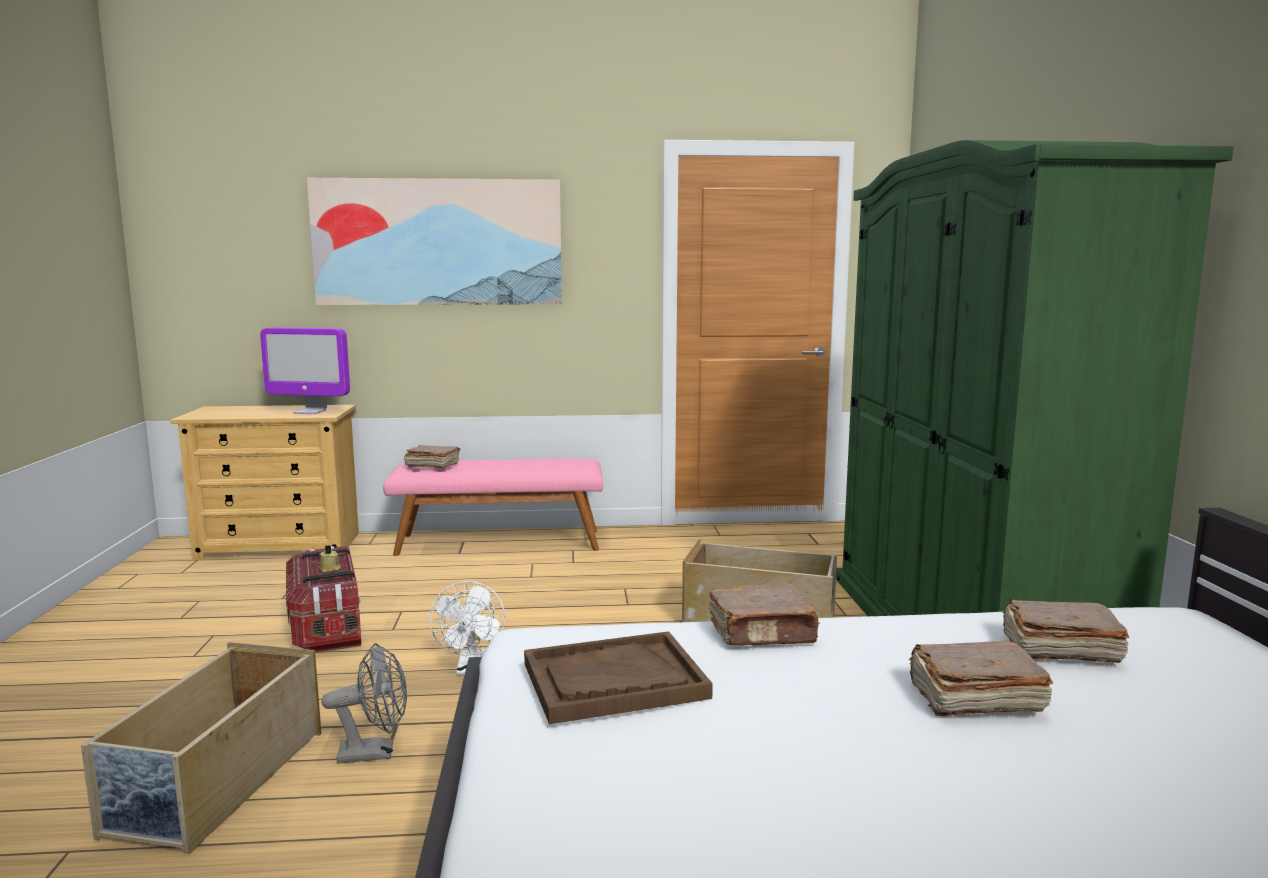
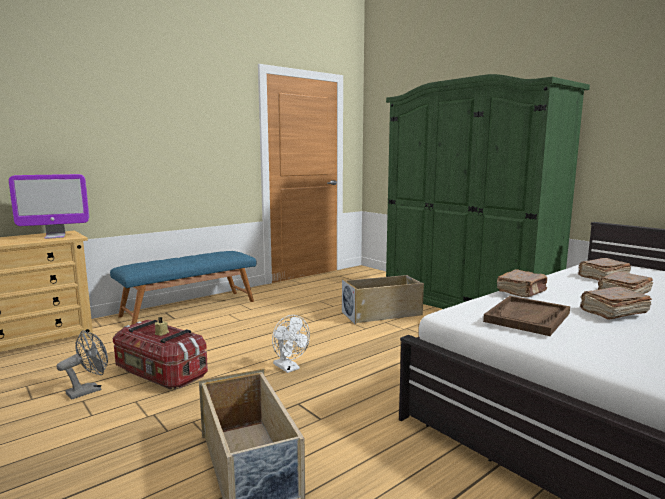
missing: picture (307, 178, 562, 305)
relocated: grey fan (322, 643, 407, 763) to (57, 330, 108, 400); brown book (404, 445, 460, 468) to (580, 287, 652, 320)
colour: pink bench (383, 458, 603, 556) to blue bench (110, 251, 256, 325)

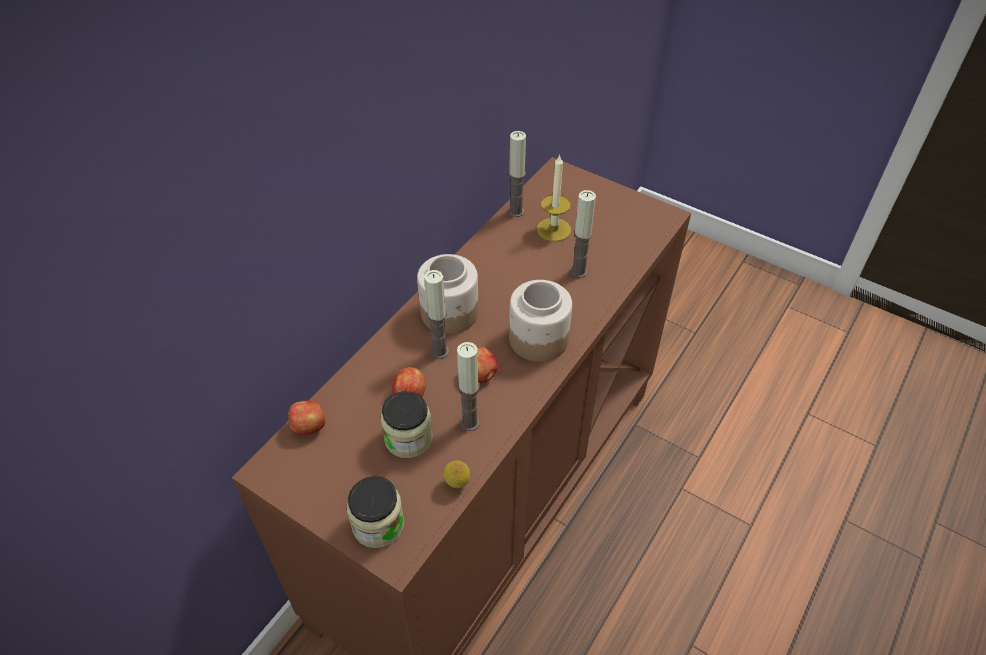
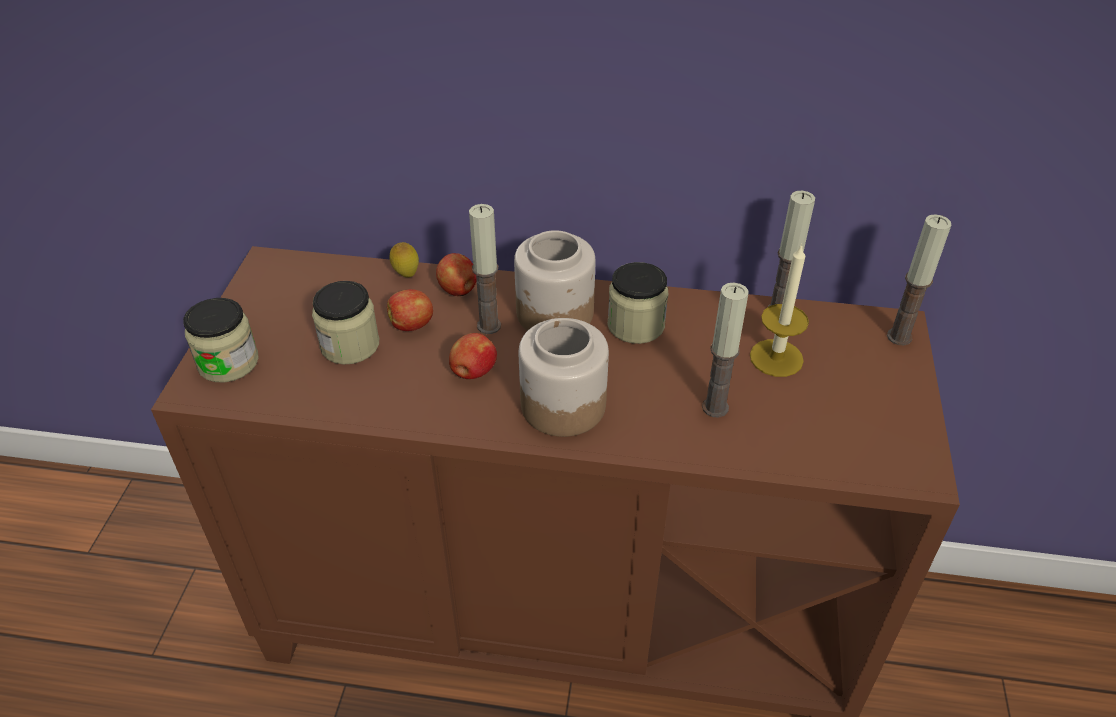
appeared: jar (608, 262, 668, 344)
relocated: apple (288, 401, 325, 435) to (436, 253, 477, 296); lemon (444, 461, 470, 488) to (389, 242, 419, 277); candle (457, 342, 480, 431) to (887, 214, 951, 345)

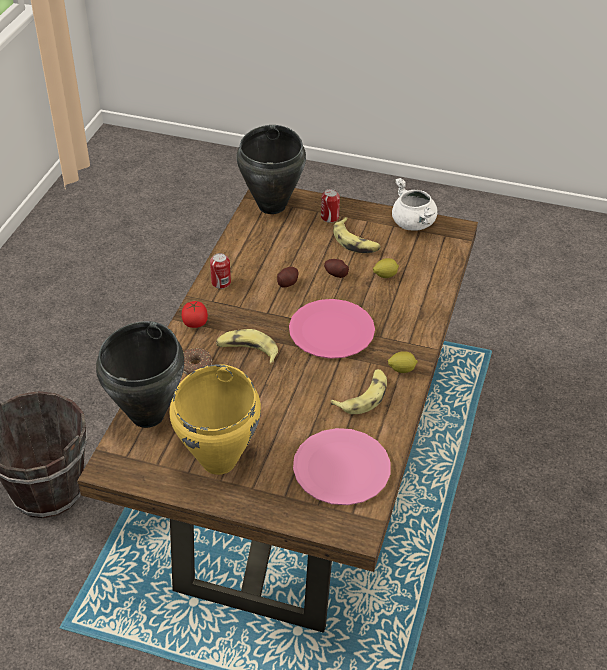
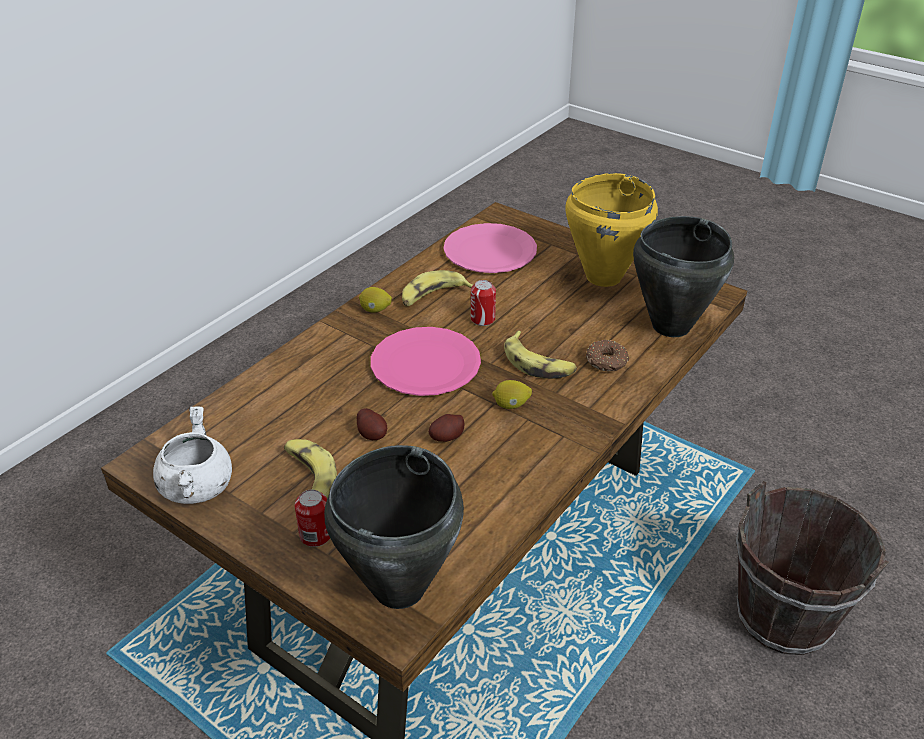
missing: tomato (182, 301, 208, 328)
relocated: can (210, 253, 231, 289) to (471, 280, 496, 326); lemon (373, 258, 399, 278) to (492, 380, 532, 409)

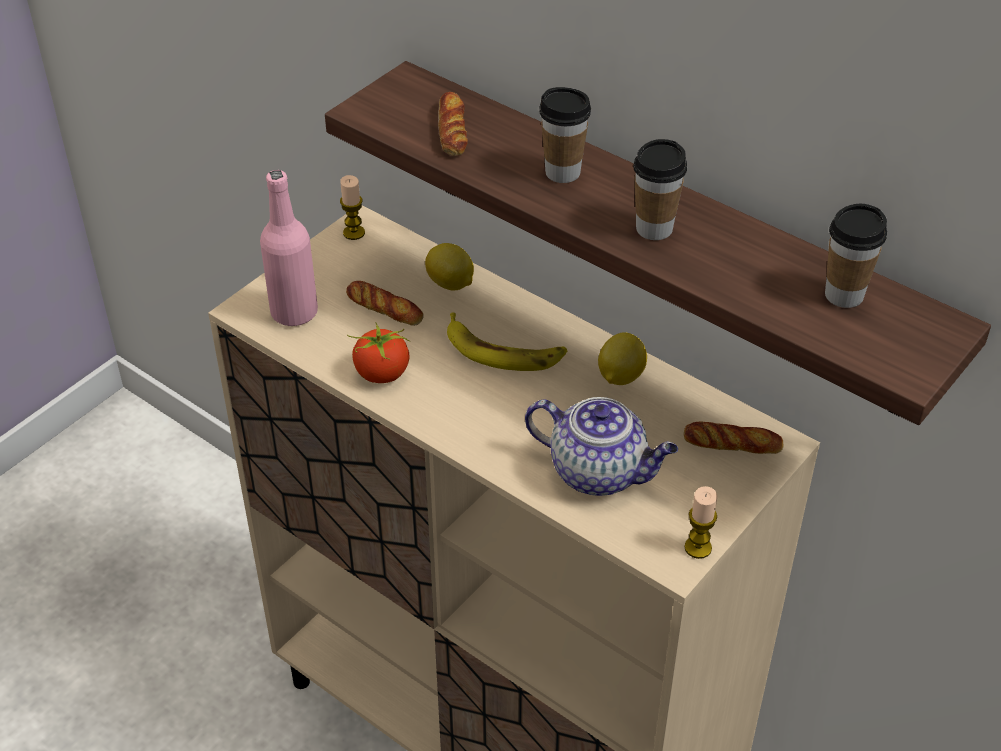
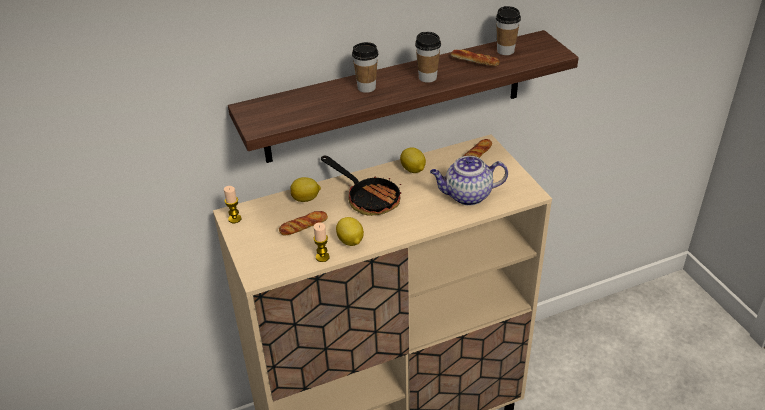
missing: pink bottle (260, 170, 318, 327)
relocated: bread (438, 92, 468, 155) to (451, 50, 500, 66); candle (684, 486, 718, 559) to (313, 222, 330, 262)
exchanged: tomato (347, 323, 410, 383) to lemon (336, 217, 364, 246); banana (447, 313, 567, 371) to frying pan (321, 156, 401, 216)
spun: teapot (525, 397, 678, 496) = (430, 156, 508, 206) 150 degrees counterclockwise

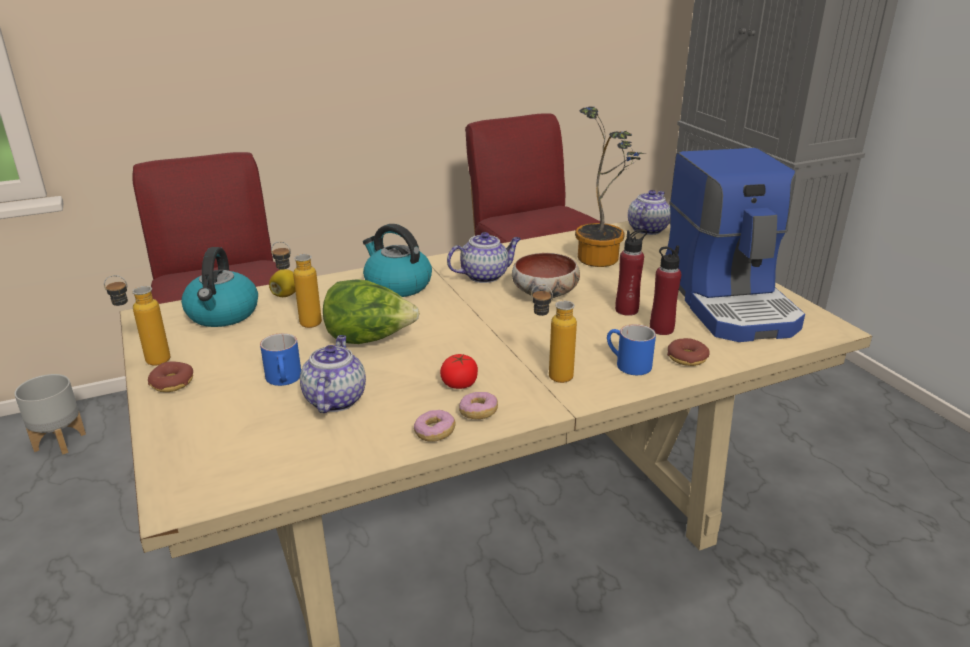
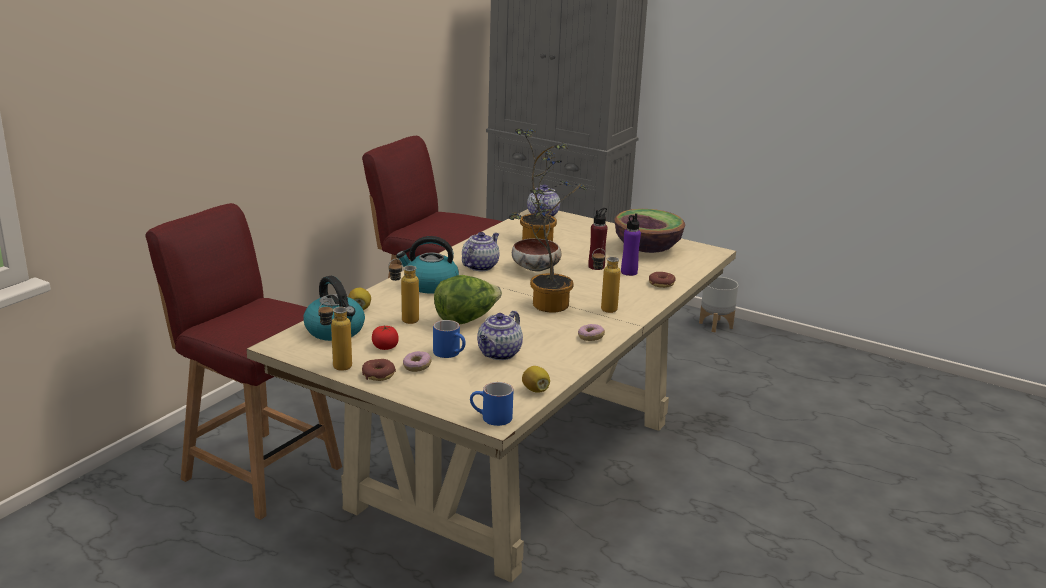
appeared: potted plant (508, 181, 588, 313); lemon (522, 366, 550, 393)
relocated: grey planter (14, 374, 86, 455) to (699, 277, 738, 332); donut (414, 410, 455, 442) to (403, 351, 432, 372); tomato (440, 354, 478, 389) to (372, 325, 399, 350); blue mug (607, 324, 656, 375) to (470, 382, 513, 426)
exchanged: coffee machine (665, 148, 805, 342) to bowl (615, 209, 685, 253)
colour: red bottle (650, 245, 681, 335) to purple bottle (621, 213, 641, 276)
spun: teapot (300, 335, 366, 413) = (477, 311, 523, 360) 120 degrees counterclockwise

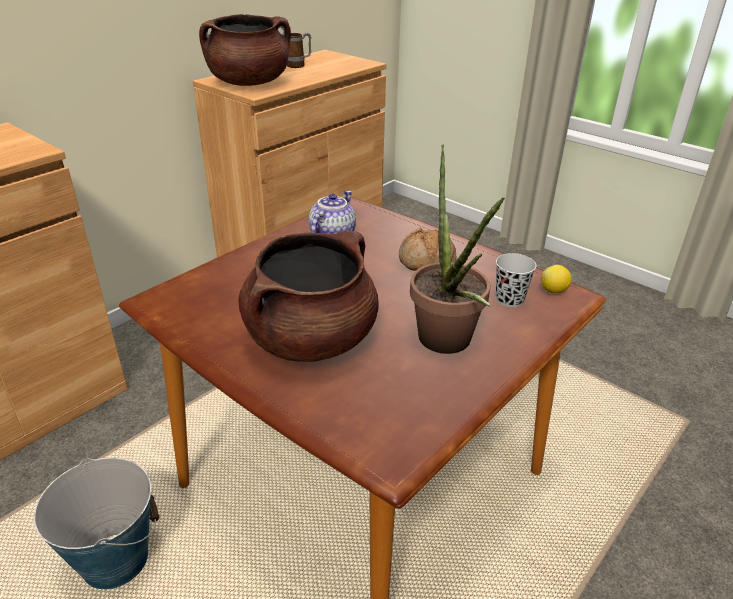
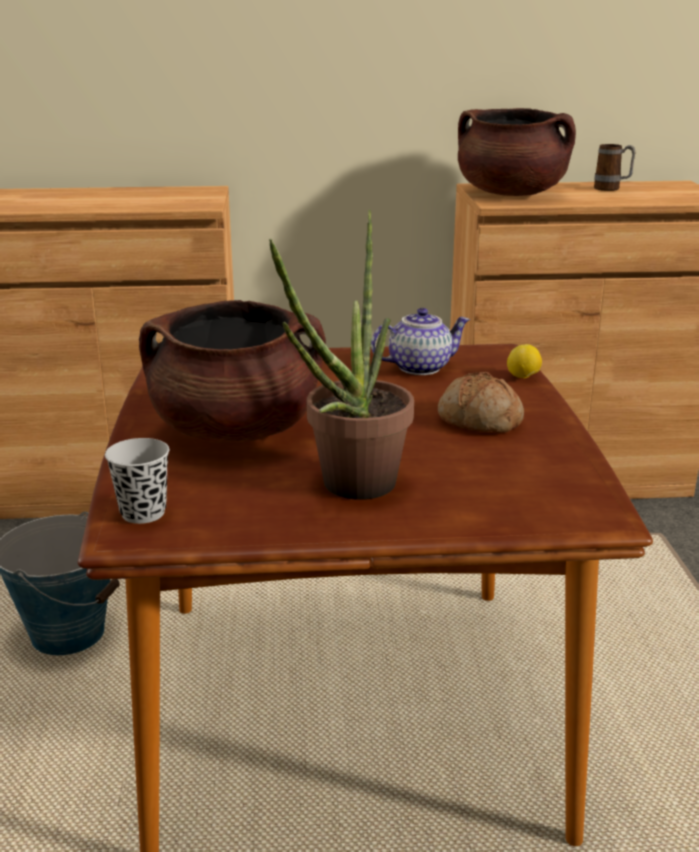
relocated: black cup (496, 253, 536, 307) to (105, 438, 169, 524); lemon (541, 265, 572, 293) to (507, 344, 542, 378)

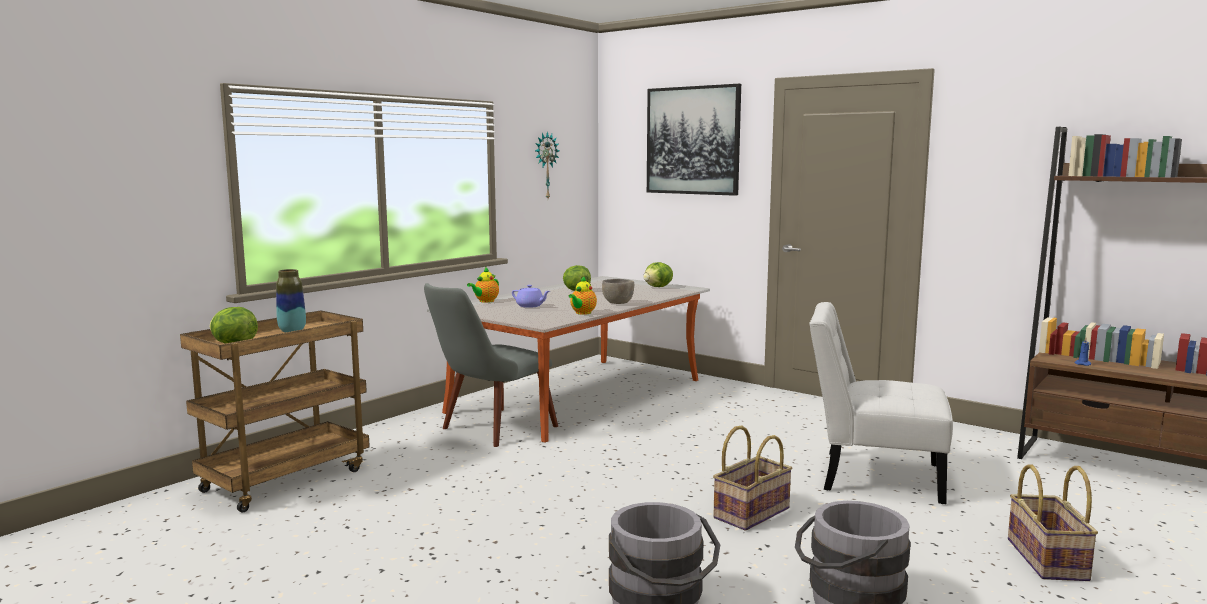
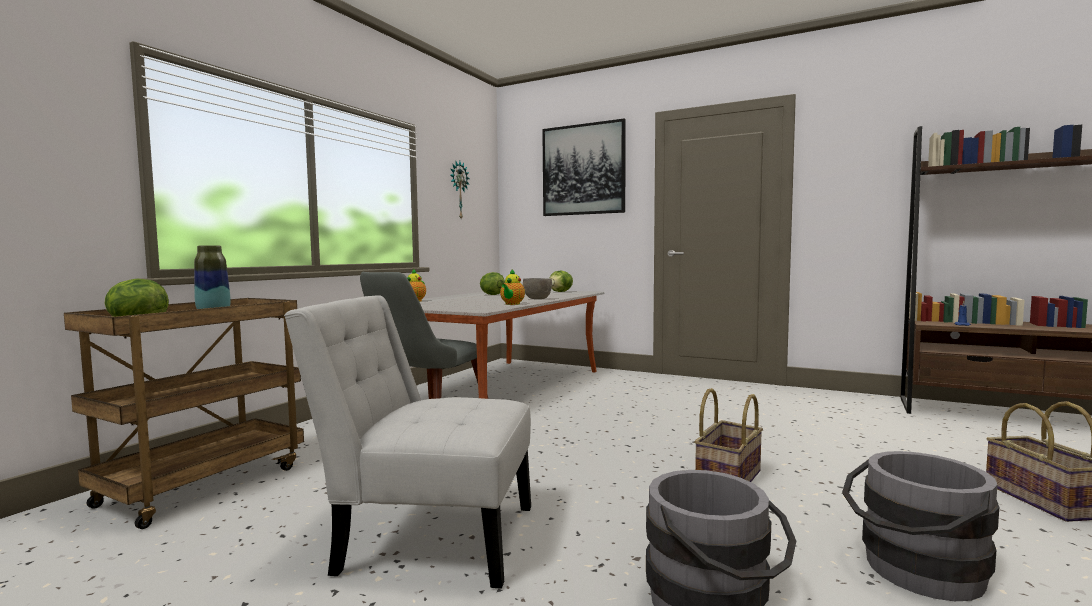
missing: purple teapot (512, 285, 550, 308)
relocated: white chair (809, 302, 953, 504) to (284, 295, 531, 589)

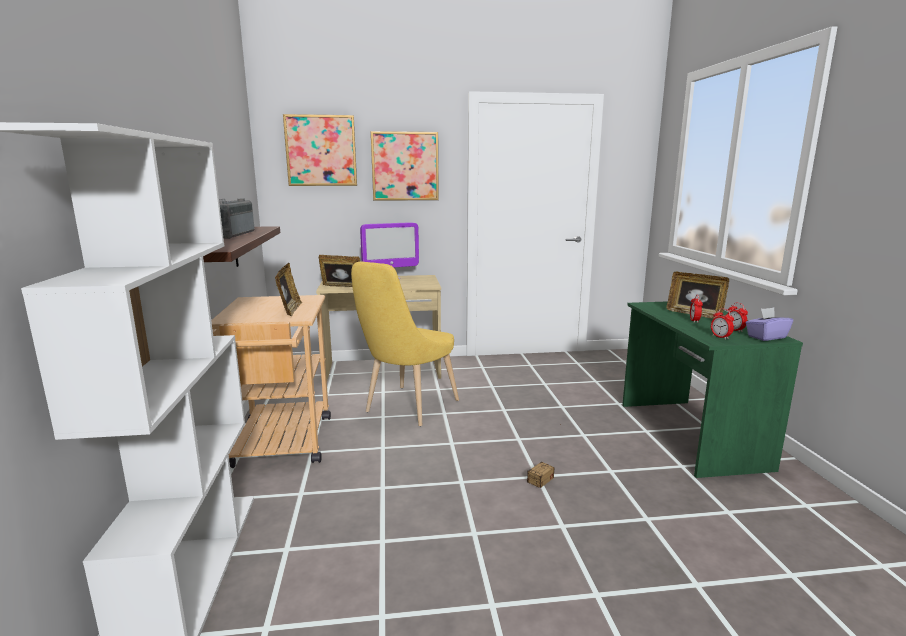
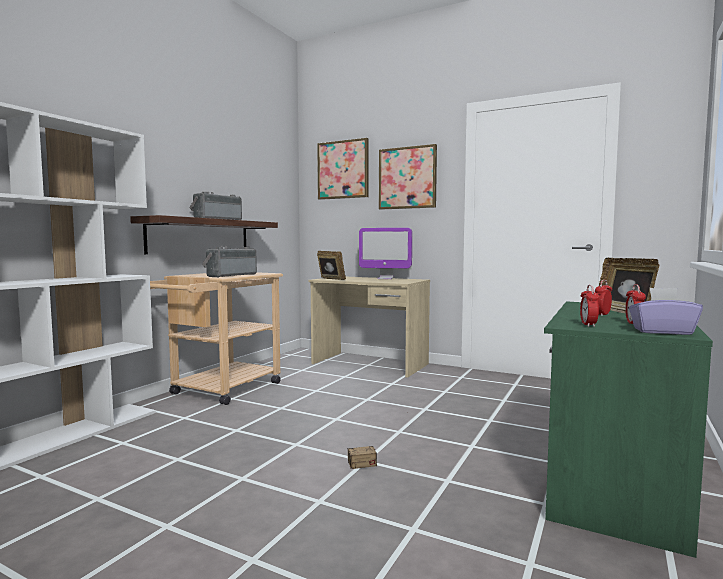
missing: yellow chair (351, 262, 459, 426)
exchanged: picture frame (275, 263, 302, 316) to radio (202, 246, 257, 277)

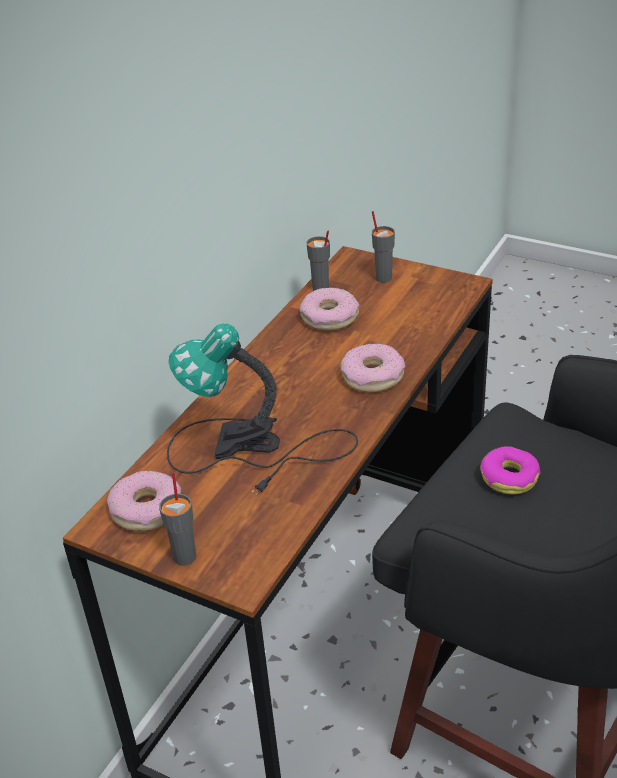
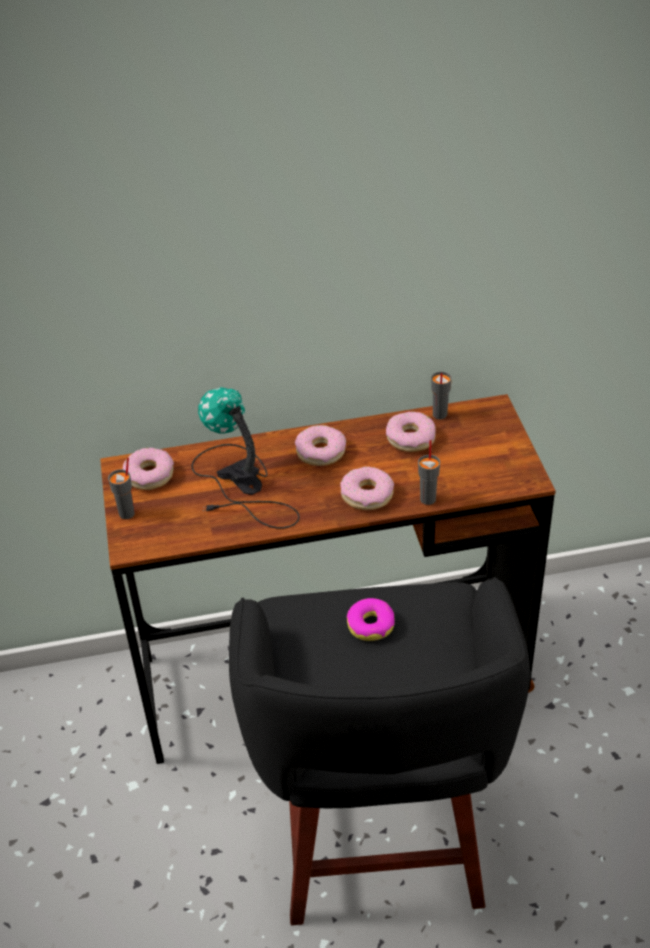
appeared: donut (295, 425, 346, 466)
relocated: grey cup (372, 211, 395, 283) to (418, 440, 440, 505)

